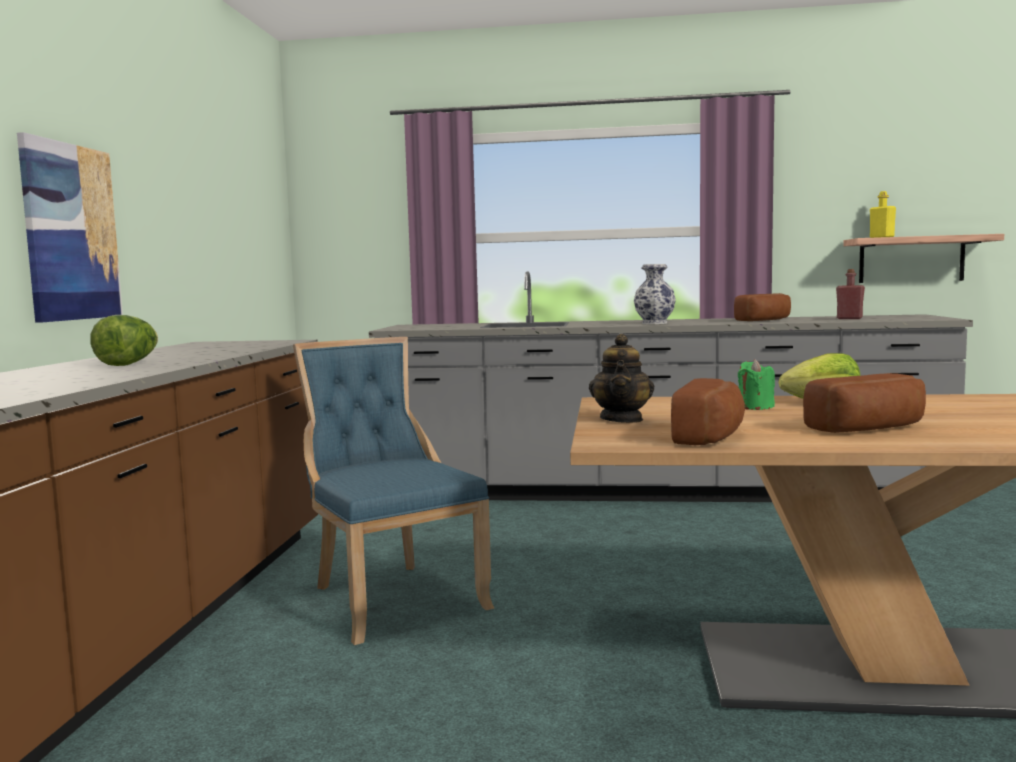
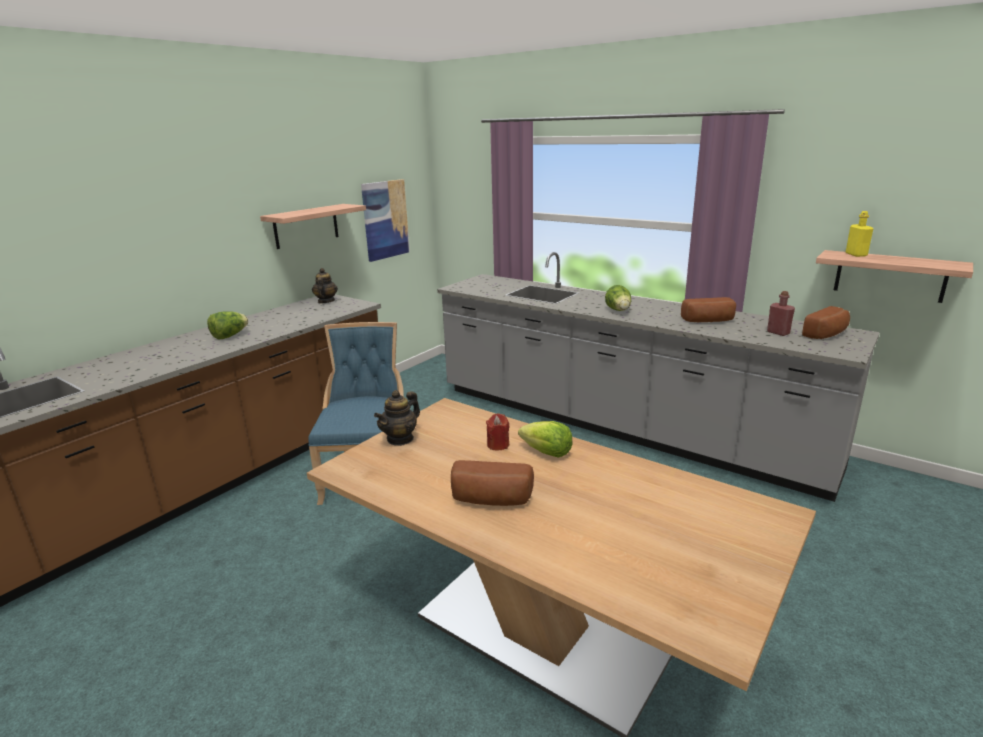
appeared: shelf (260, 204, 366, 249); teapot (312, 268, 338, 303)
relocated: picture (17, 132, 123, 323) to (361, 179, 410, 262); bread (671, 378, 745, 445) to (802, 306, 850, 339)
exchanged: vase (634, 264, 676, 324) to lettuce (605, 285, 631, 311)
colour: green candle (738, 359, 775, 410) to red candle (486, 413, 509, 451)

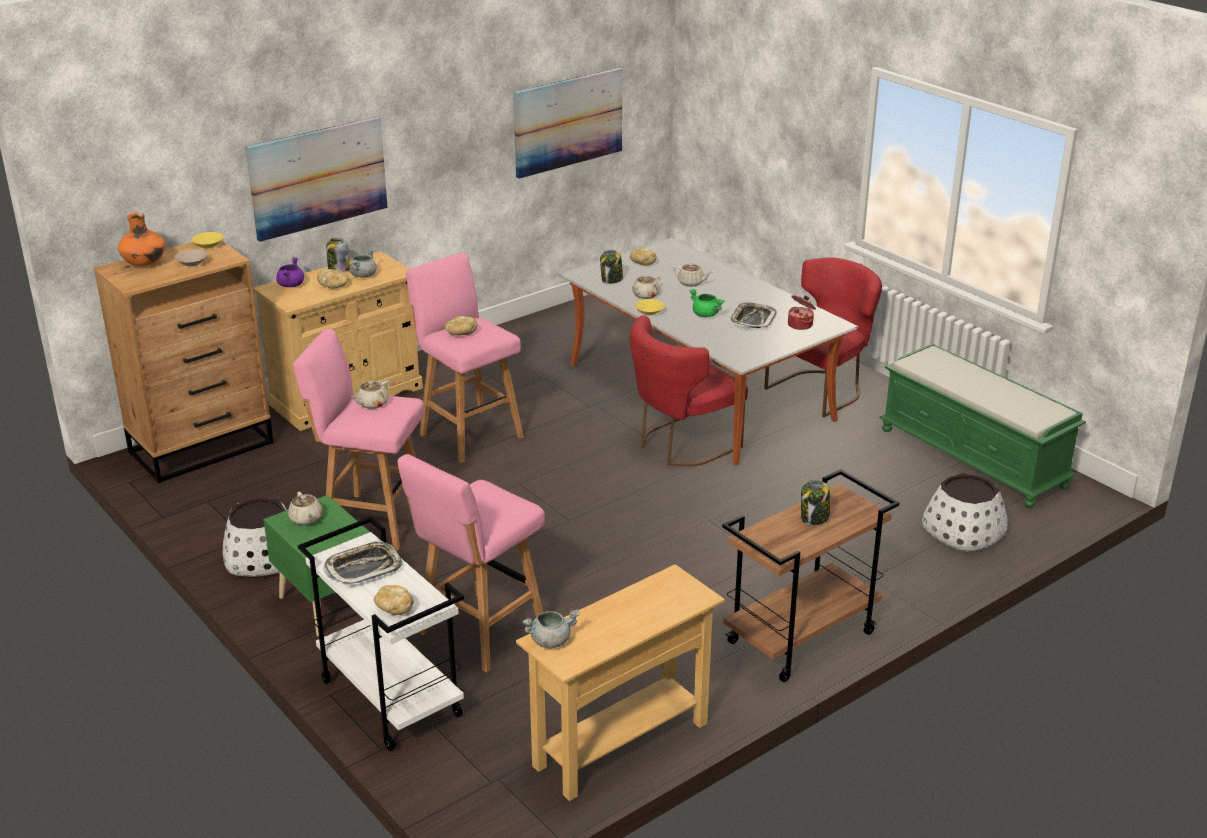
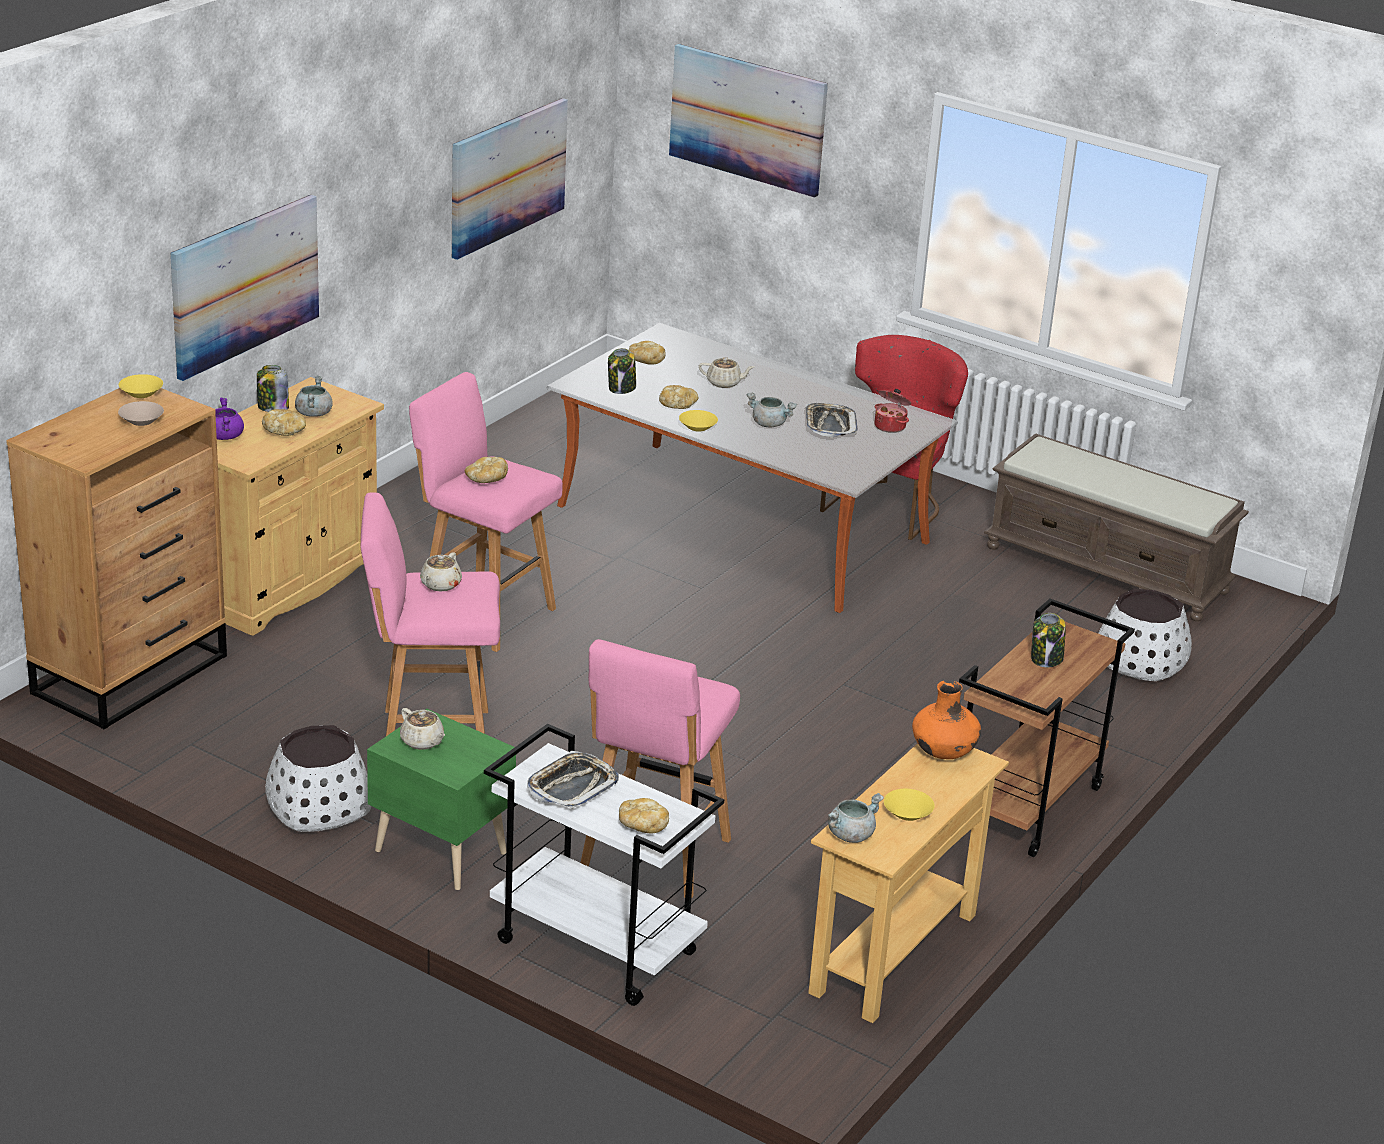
missing: red chair (630, 315, 748, 466)
appeared: picture (669, 44, 828, 198); yellow bowl (884, 789, 935, 821)
relocated: orange vase (118, 212, 165, 266) to (912, 681, 981, 759)
exchanged: beige teapot (631, 275, 660, 299) to bread (659, 385, 698, 409)
colour: green cooking pot (689, 289, 725, 317) to grey cooking pot (747, 393, 797, 428); green bench (879, 344, 1086, 508) to brown bench (984, 433, 1249, 622)

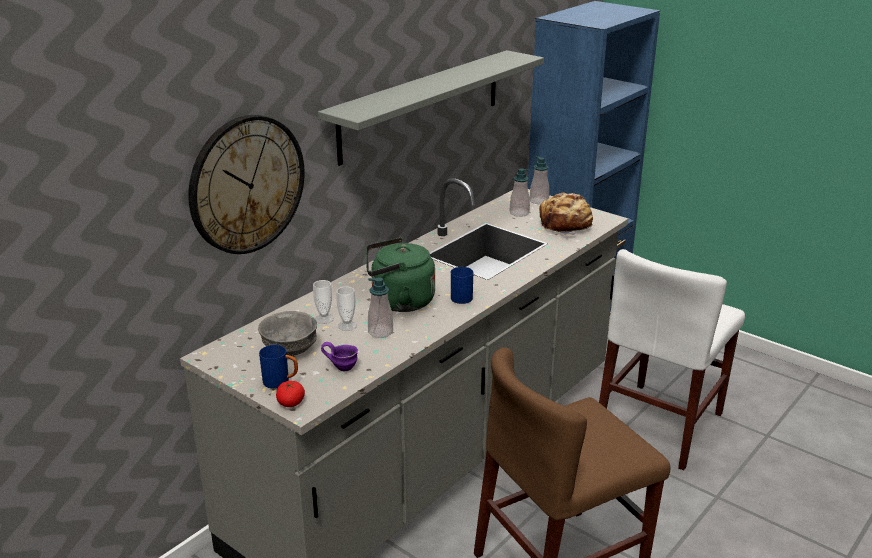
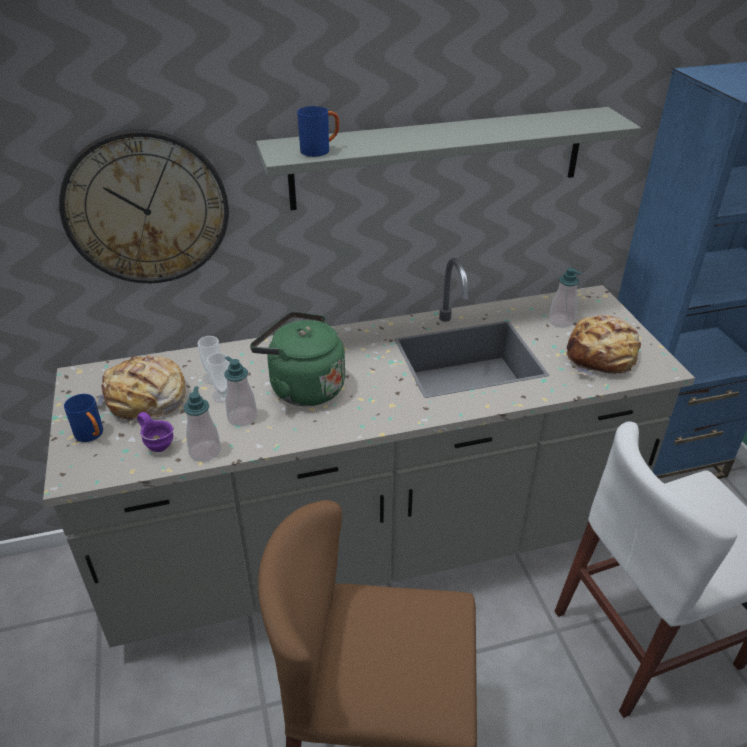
missing: tomato (276, 381, 305, 407)
relocated: blue mug (451, 267, 473, 304) to (297, 106, 339, 157); soap dispenser (530, 156, 549, 204) to (184, 386, 221, 462)
exchanged: grey bowl (258, 311, 317, 356) to bread (94, 355, 185, 423)

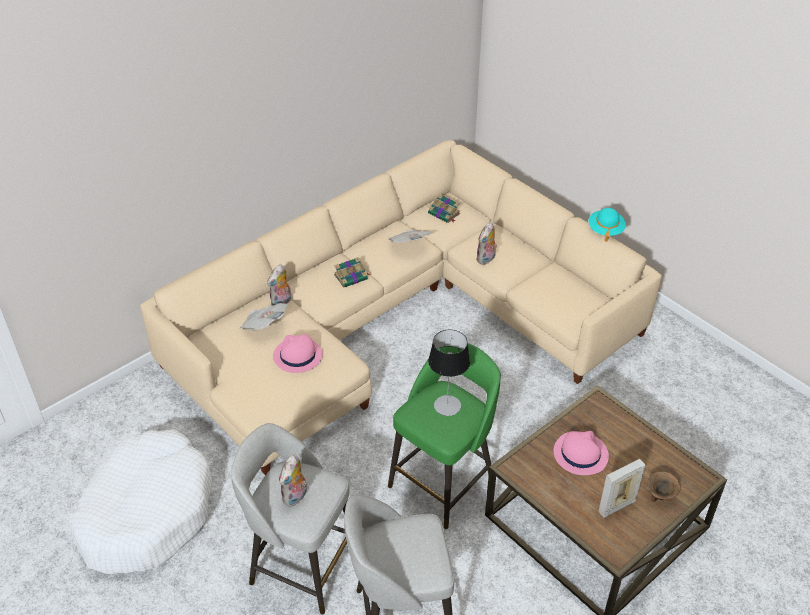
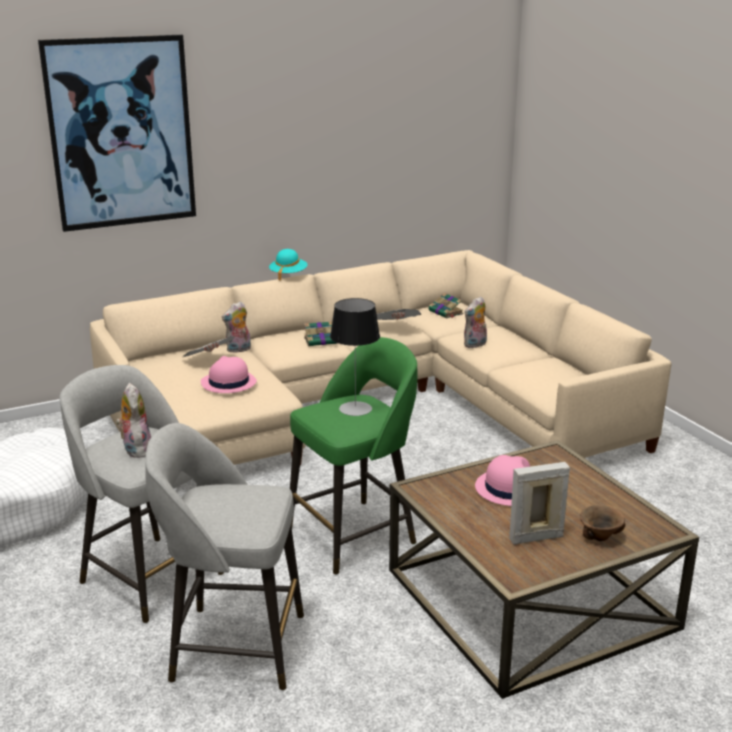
appeared: picture (38, 35, 196, 232)
relocated: turquoise hat (589, 208, 626, 242) to (269, 249, 308, 281)
spun: plush toy (279, 455, 307, 507) = (116, 383, 151, 458) 120 degrees clockwise

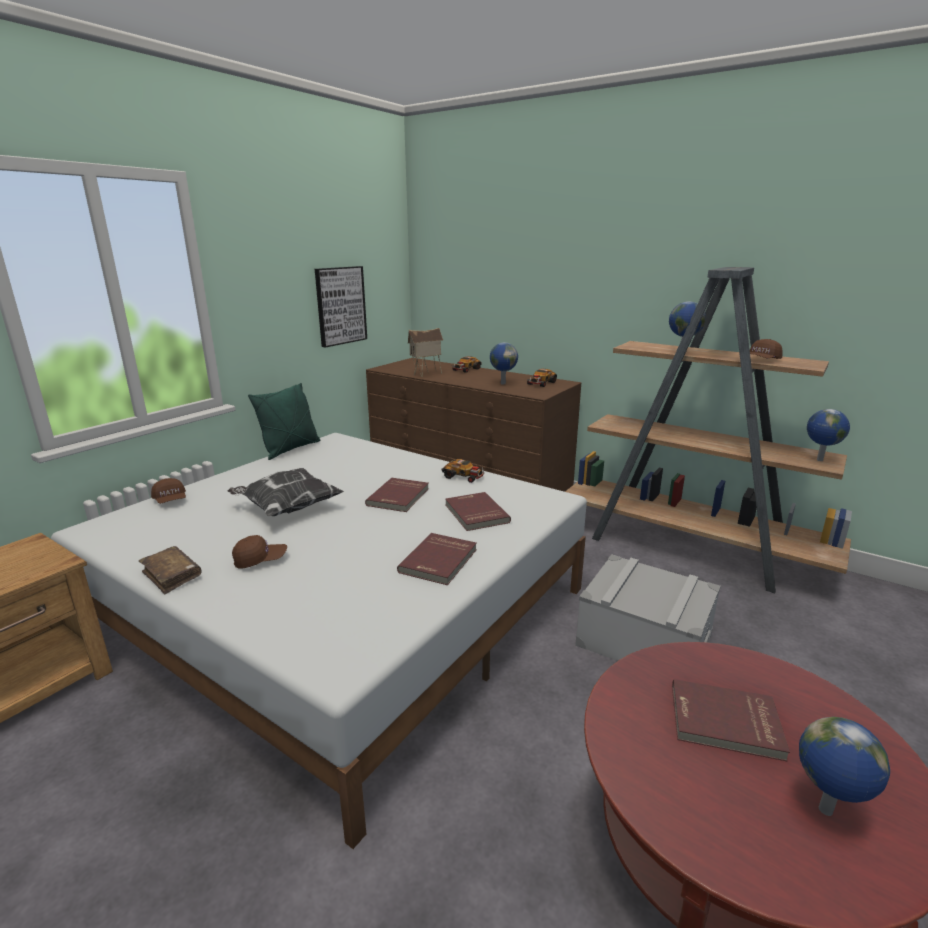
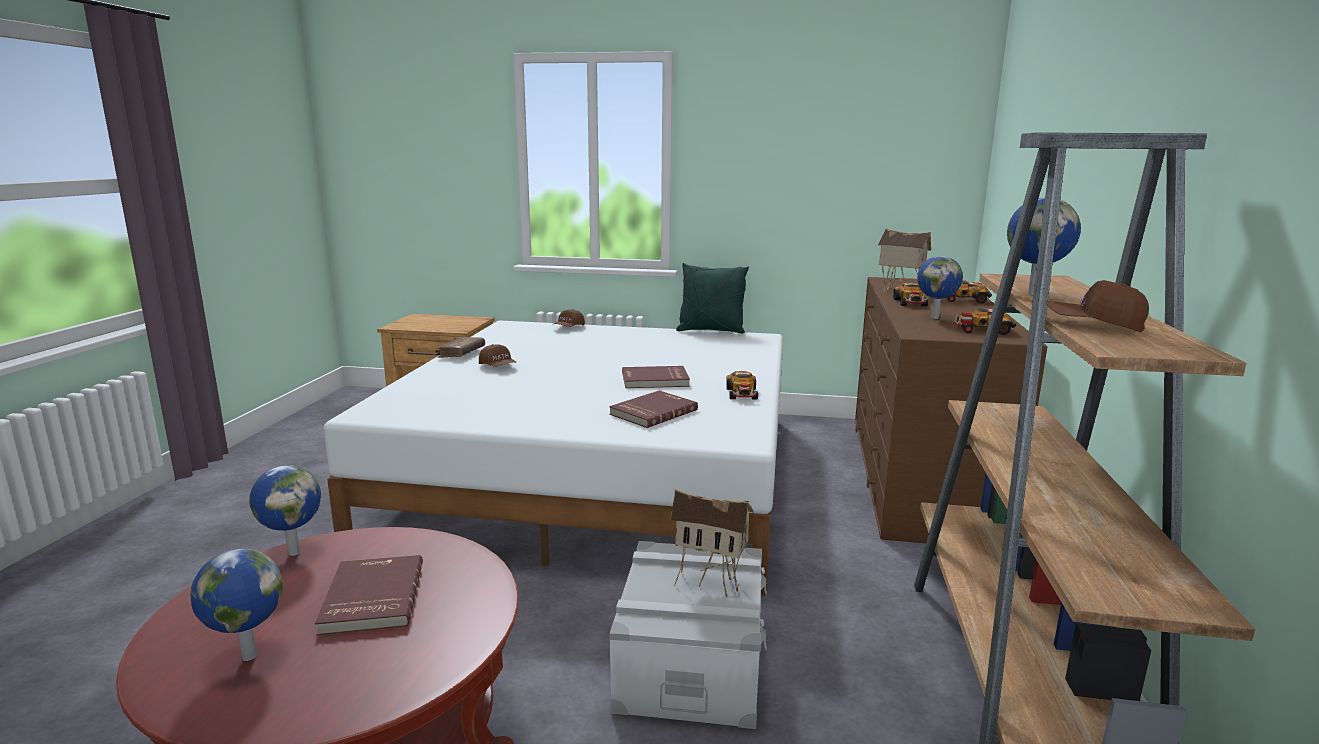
missing: pillow (228, 468, 344, 516); picture (315, 266, 367, 348); red book (397, 533, 477, 585)
appeared: toy house (671, 489, 754, 597); toy car (893, 283, 928, 306)
relocated: globe (807, 409, 850, 461) to (249, 465, 321, 556)

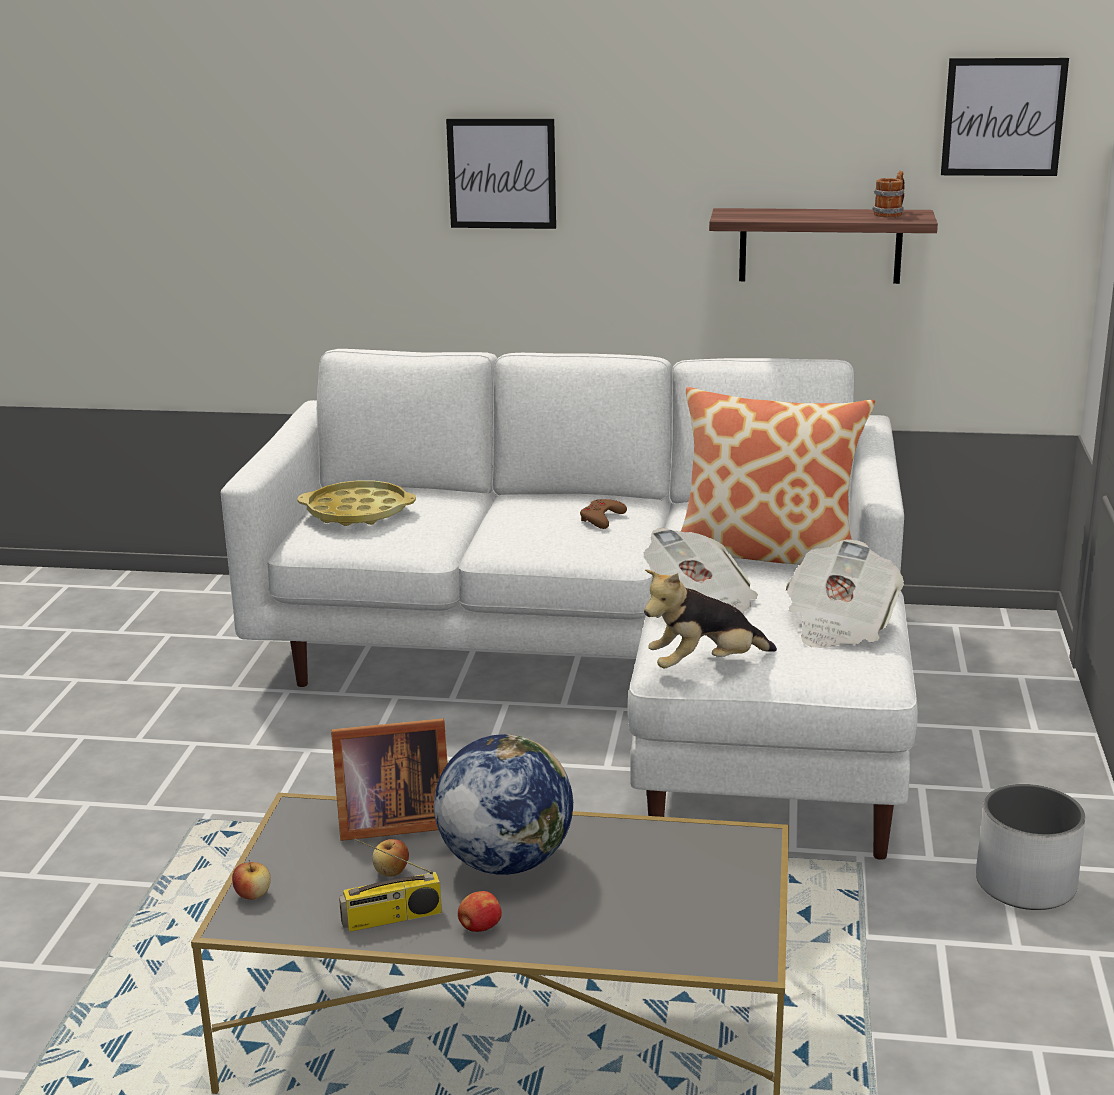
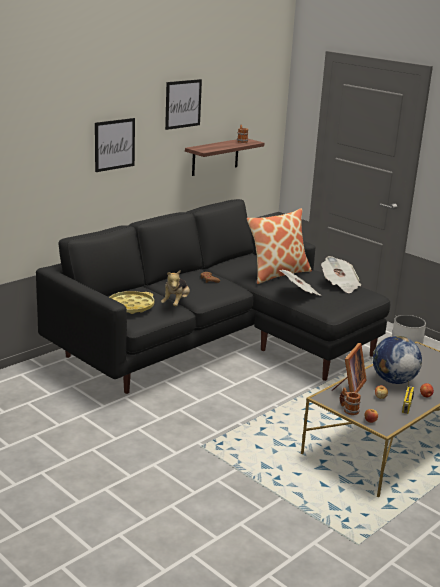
appeared: mug (340, 387, 361, 415)
relocated: plush toy (644, 569, 777, 669) to (161, 270, 190, 306); picture (941, 58, 1069, 176) to (165, 79, 202, 130)
colour: white sofa (221, 349, 918, 860) to black sofa (36, 199, 390, 394)

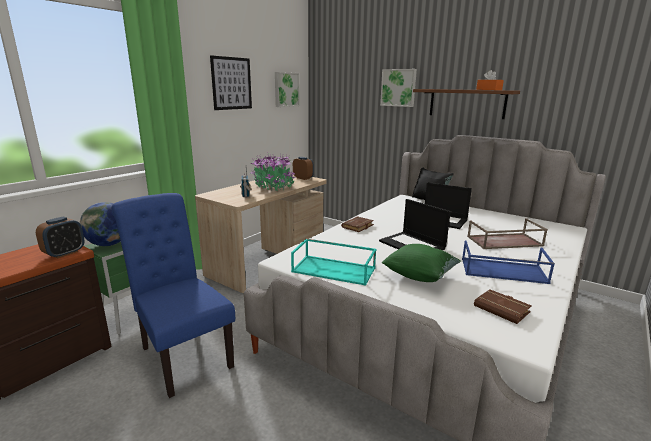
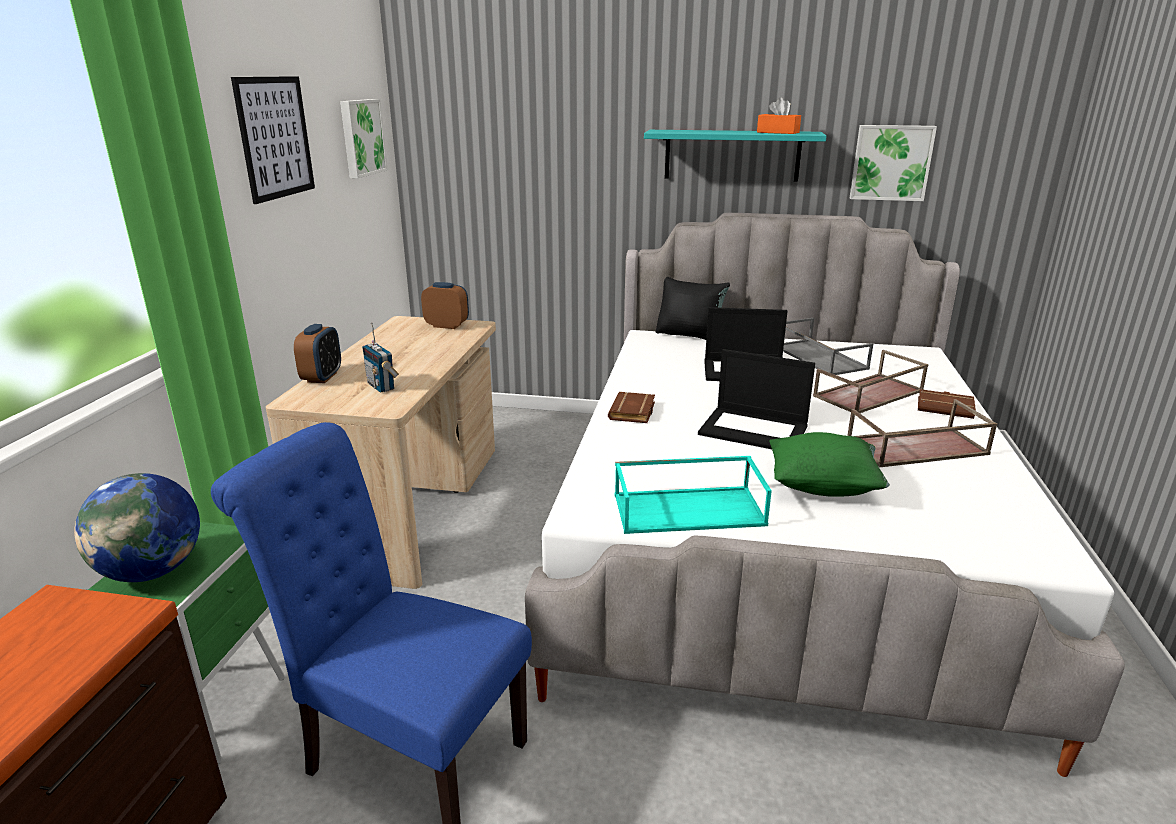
missing: potted plant (251, 155, 296, 191)
appeared: grey tray (783, 318, 873, 375)
relocated: alarm clock (36, 217, 84, 259) to (294, 324, 341, 383); picture (380, 69, 417, 107) to (850, 125, 937, 201); brown book (474, 289, 532, 324) to (918, 389, 976, 419)
colour: brown shelf (413, 89, 520, 119) to turquoise shelf (644, 130, 827, 182); blue tray (462, 241, 555, 284) to brown tray (847, 399, 998, 467)

